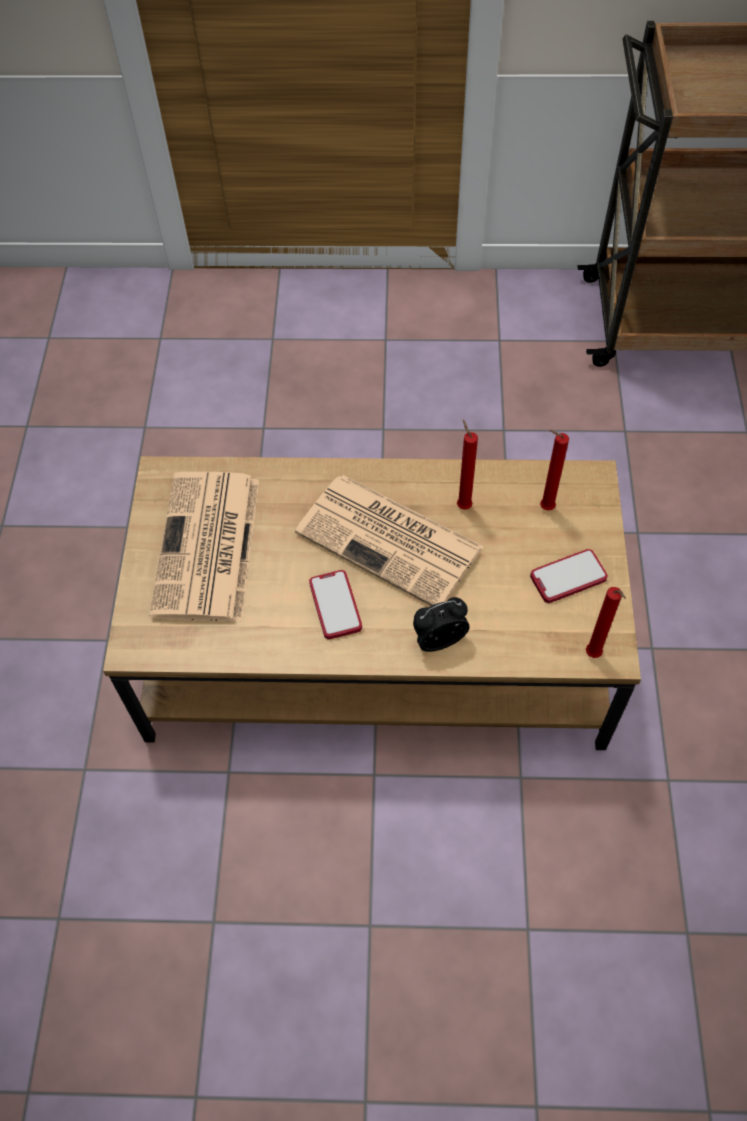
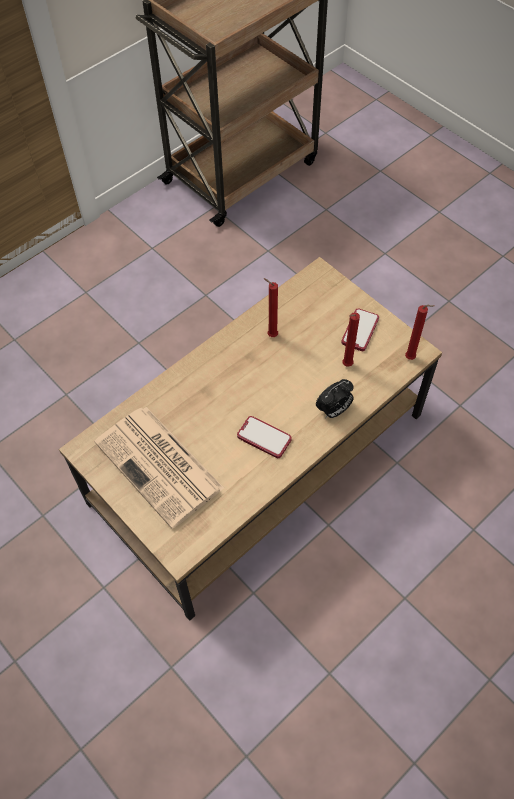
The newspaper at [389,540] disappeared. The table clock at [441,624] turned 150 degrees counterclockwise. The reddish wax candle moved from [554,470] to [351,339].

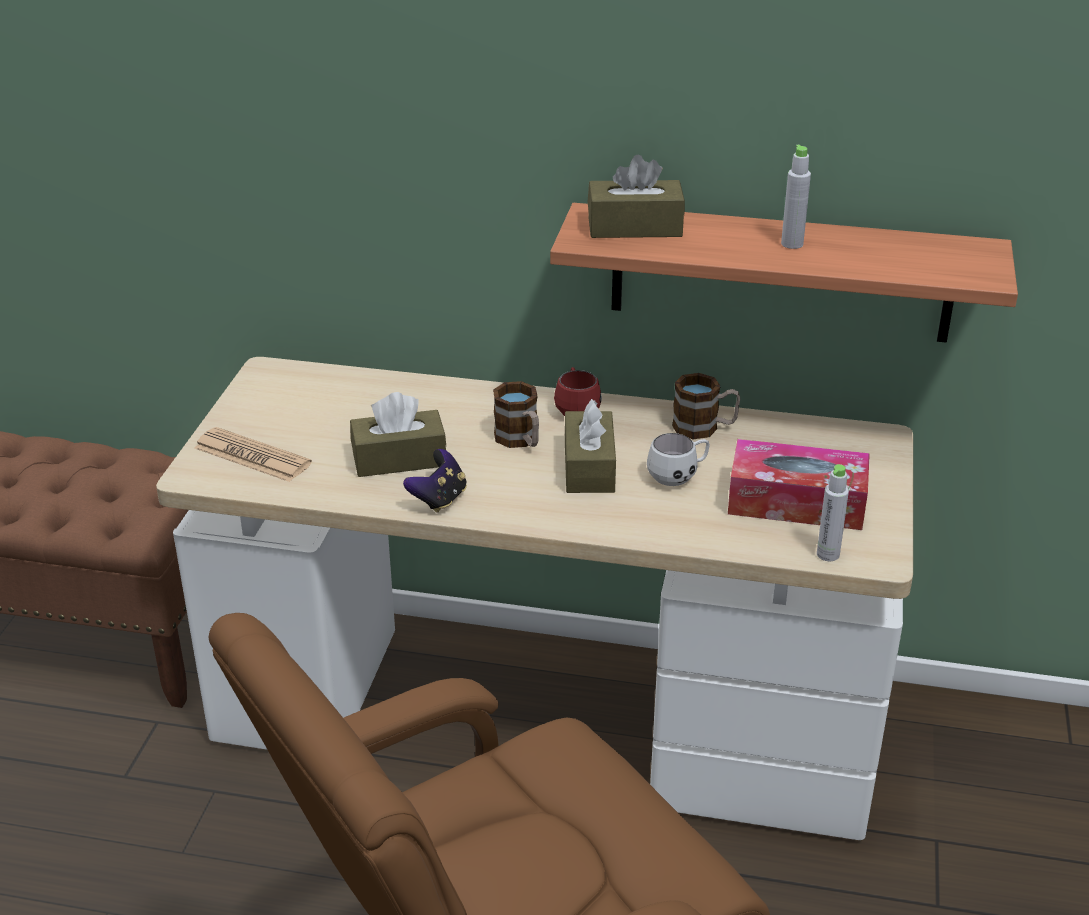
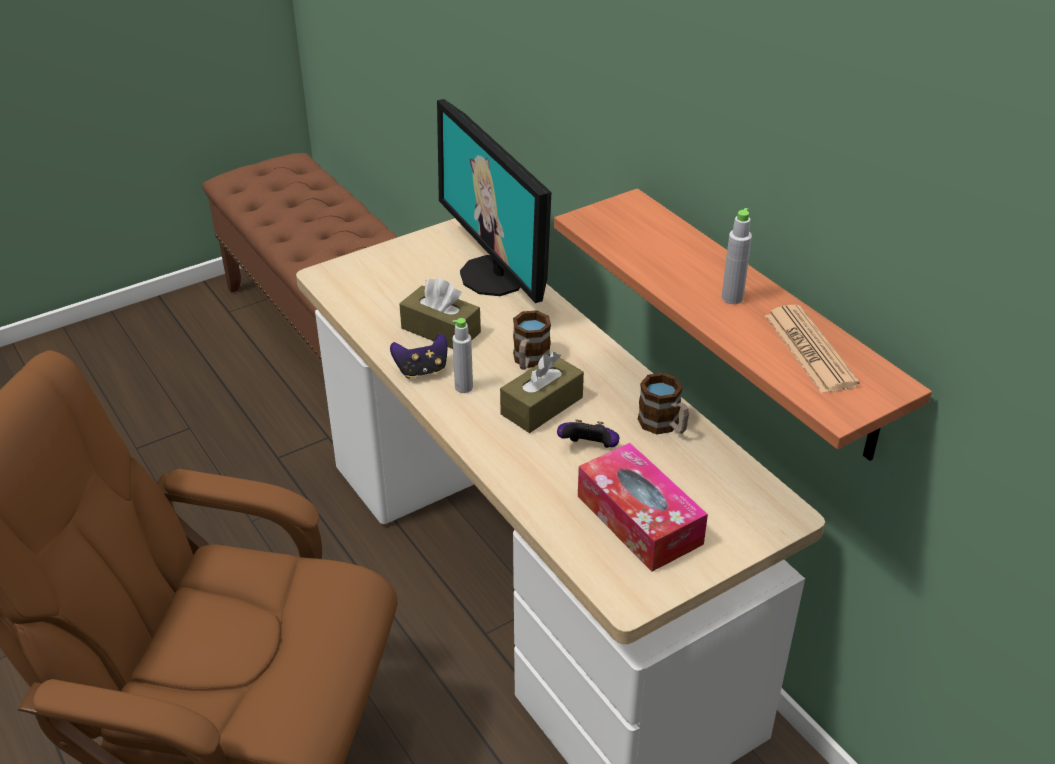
The newspaper moved from [253,454] to [812,349]. The reddish coffee mug at [578,391] disappeared. The brownish box of tissues at [636,196] disappeared. The whitish coffee mug at [678,459] was replaced by the game controller at [588,433]. The grey drink bottle moved from [833,512] to [463,355]. The monitor at [494,201] appeared.

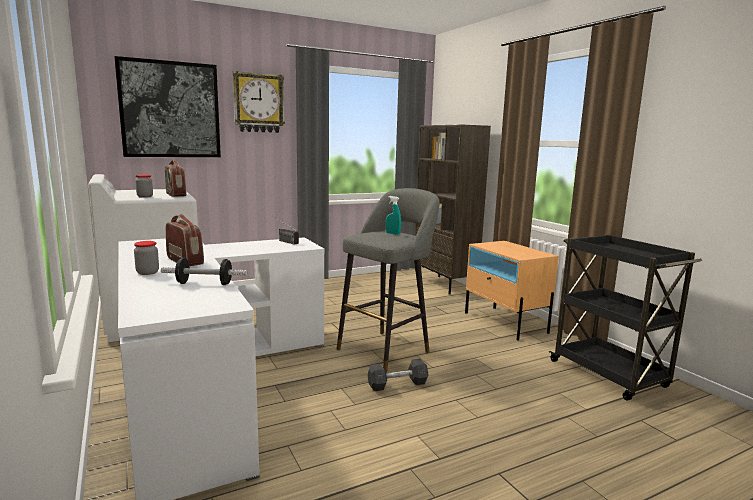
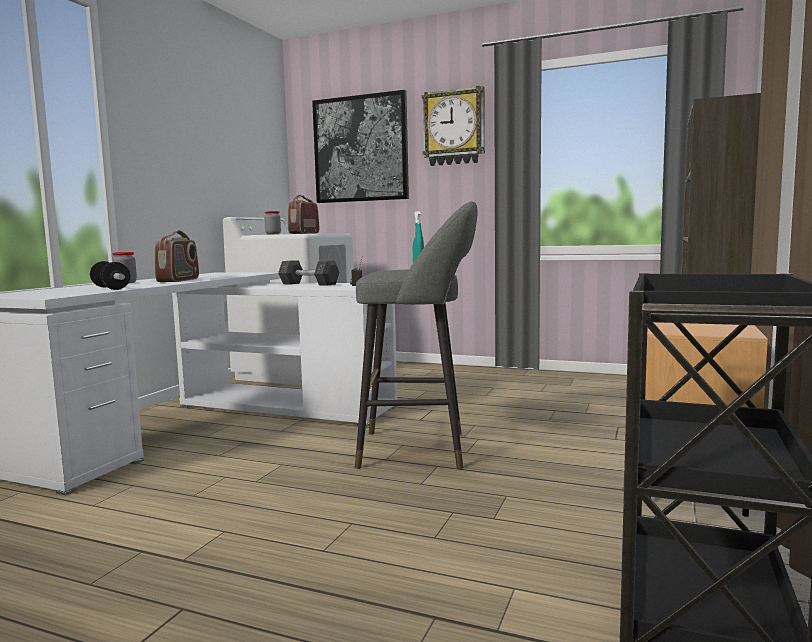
The grey free weight moved from [397,374] to [308,273].

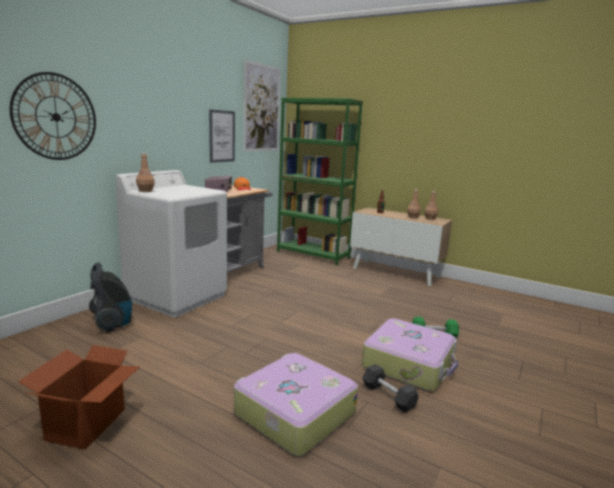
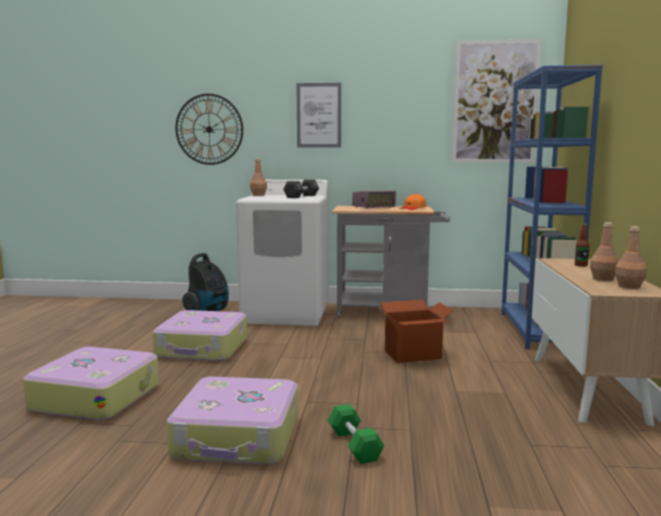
The packing box moved from [79,397] to [415,331]. The picture moved from [222,136] to [319,115]. The greenish bookshelf at [320,181] became the bluish bookshelf at [552,207]. The blackish free weight moved from [390,388] to [301,189]. The travel case at [200,335] appeared.

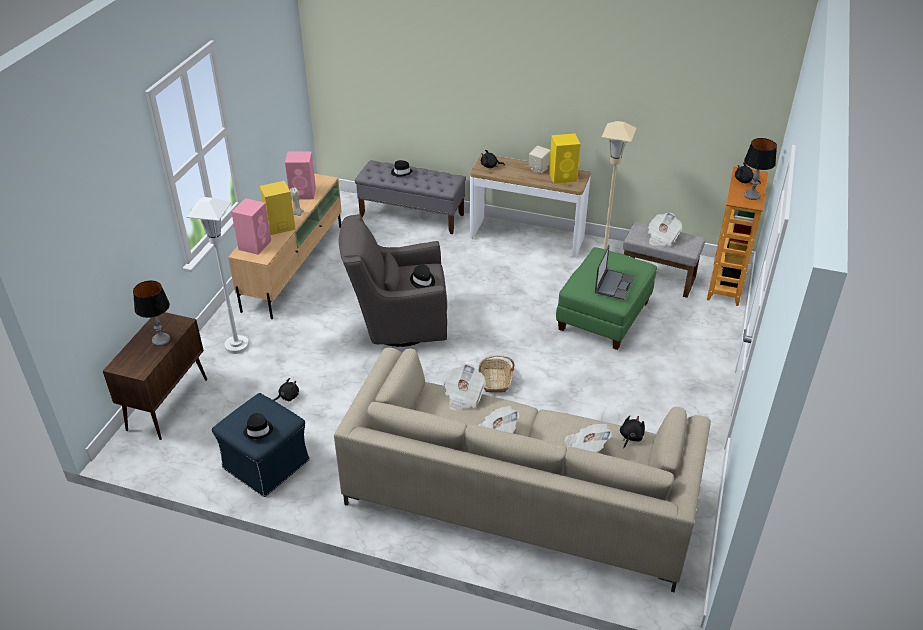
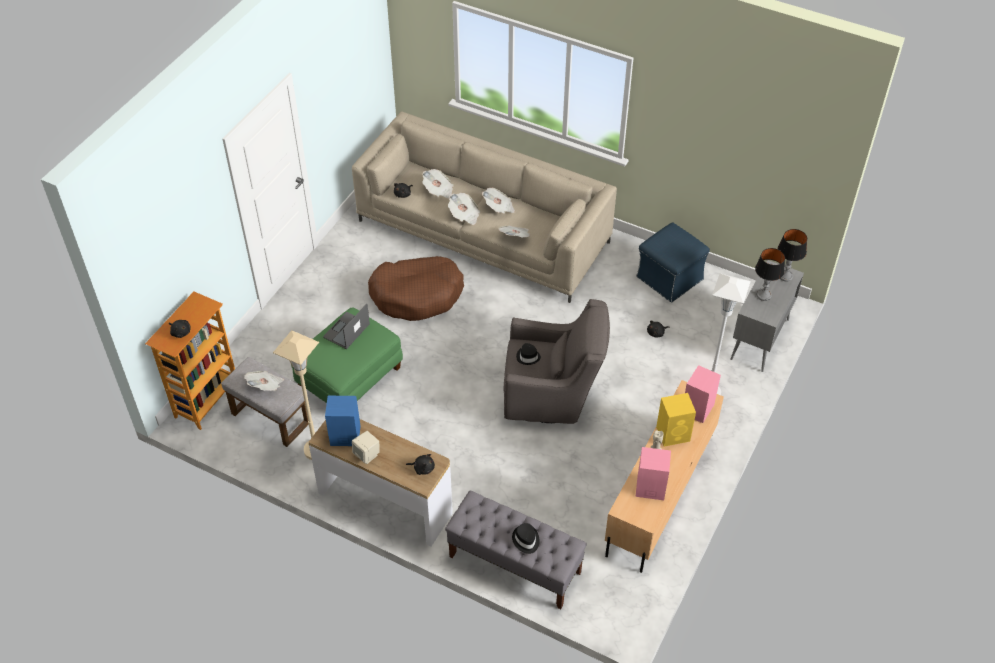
The brownish storage cabinet at [155,376] became the grey storage cabinet at [767,316]. The blackish wearable hat at [258,426] disappeared. The household basket at [496,374] disappeared. The yellow loudspeaker at [565,158] became the bluish loudspeaker at [343,421]. The tabletop lamp moved from [760,169] to [792,255]. The brownish dog bed at [416,288] appeared. The newspaper at [464,209] appeared.

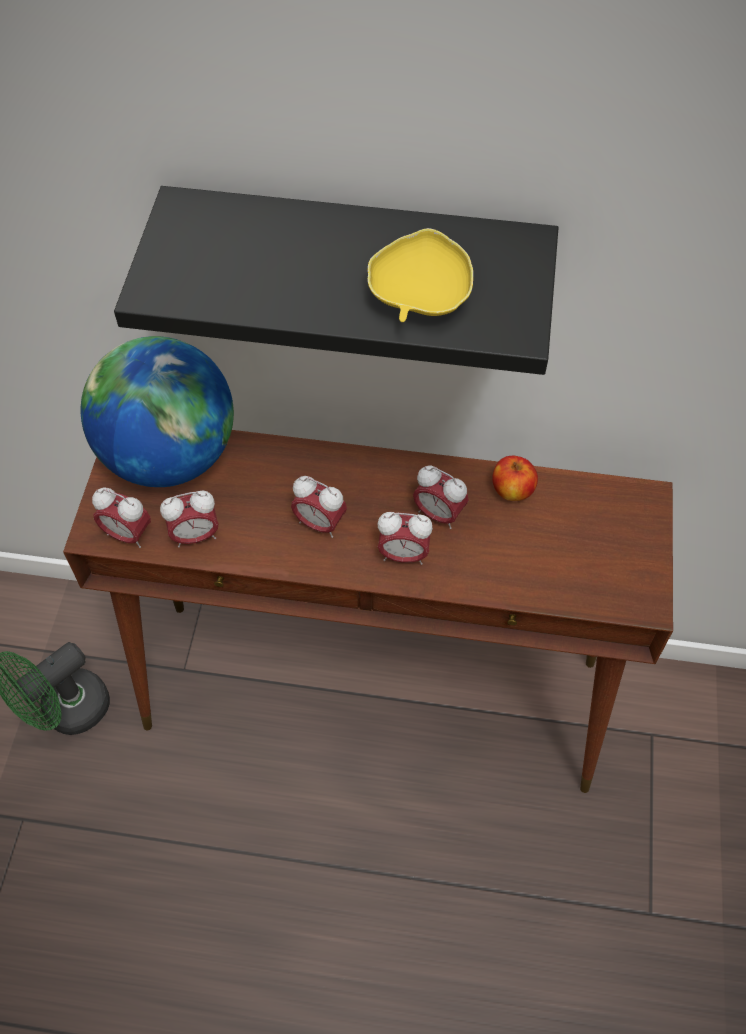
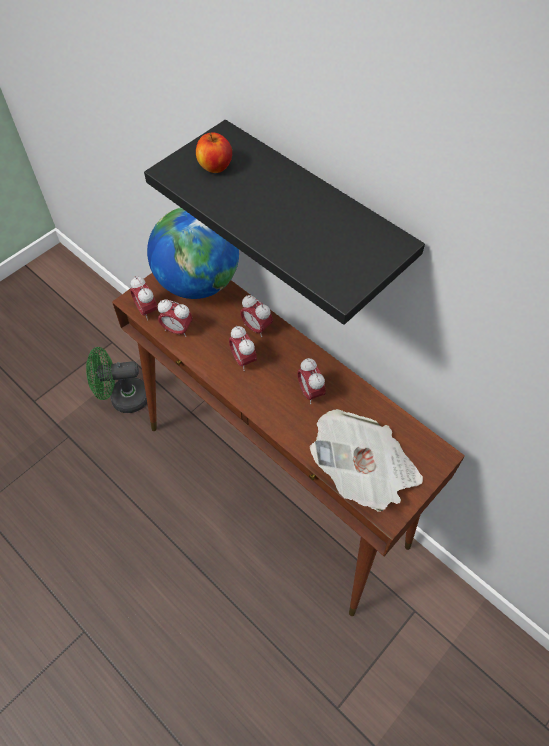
The yellow bowl at [420,275] disappeared. The table clock moved from [405,538] to [256,316]. The whole apple moved from [515,478] to [214,153]. The newspaper at [366,460] appeared.

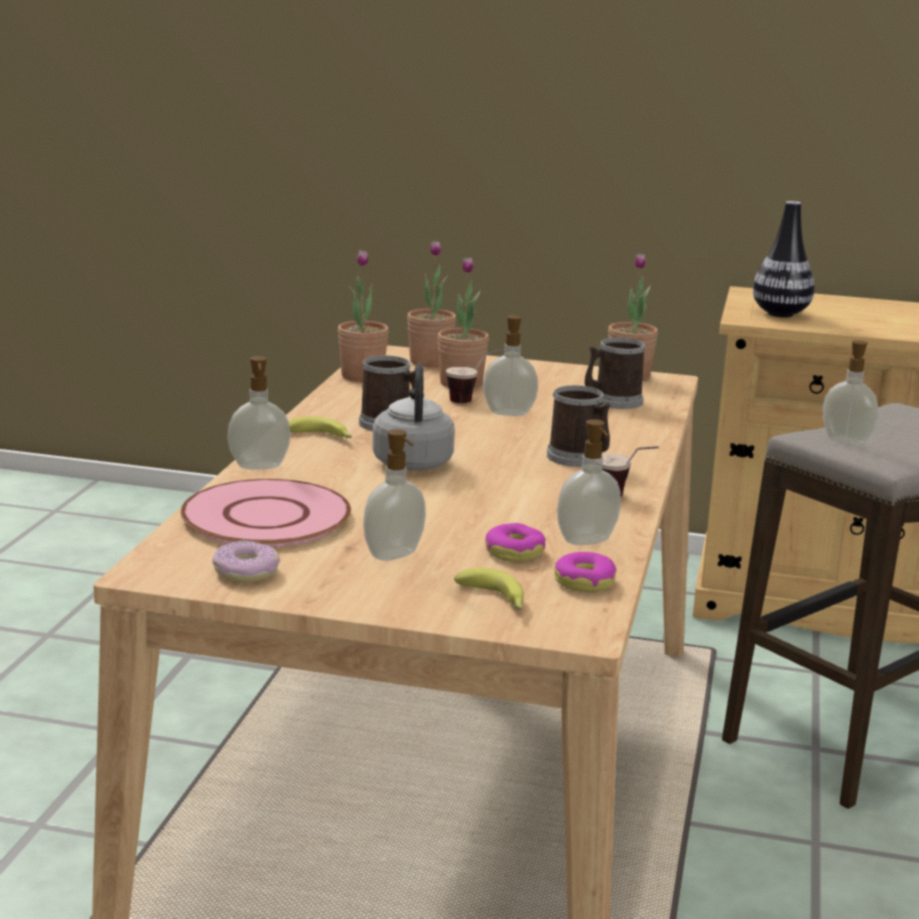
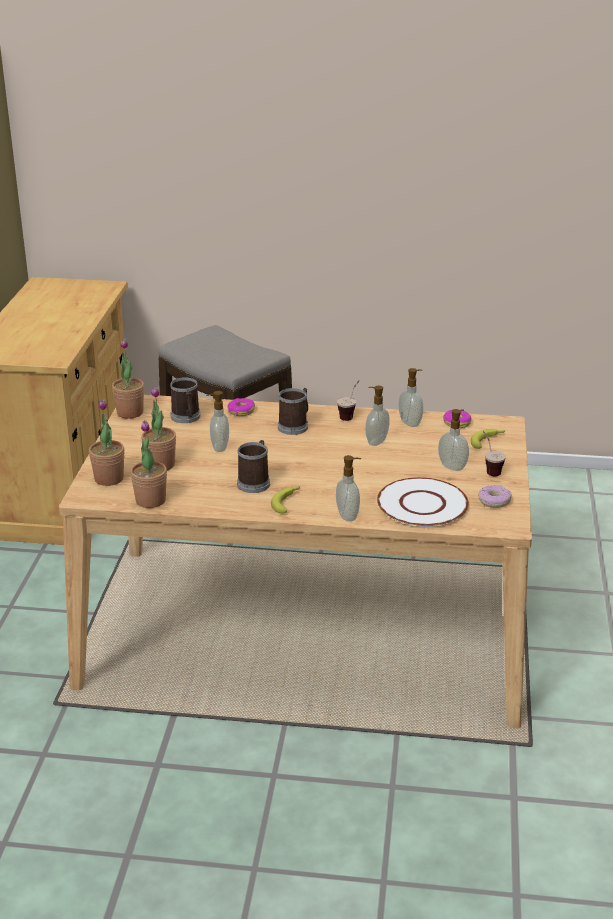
The pink-coloured dinner plate at [265,513] became the whitish dinner plate at [423,502]. The grey tea kettle at [413,417] disappeared. The drinking cup moved from [474,375] to [494,453]. The doughnut moved from [515,542] to [241,407]. The flower vase at [784,259] disappeared. The liquid soap bottle moved from [850,392] to [377,416].

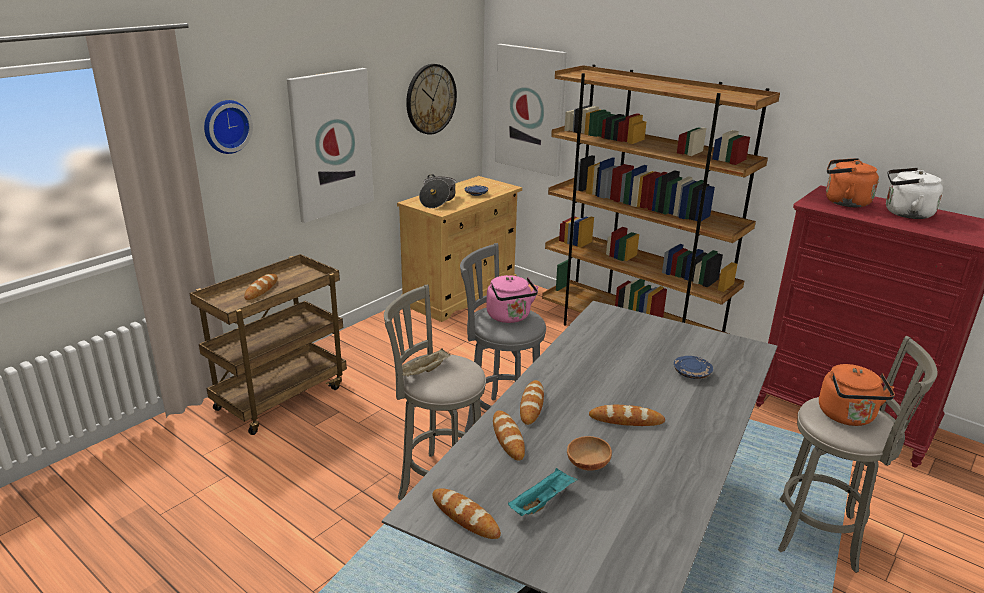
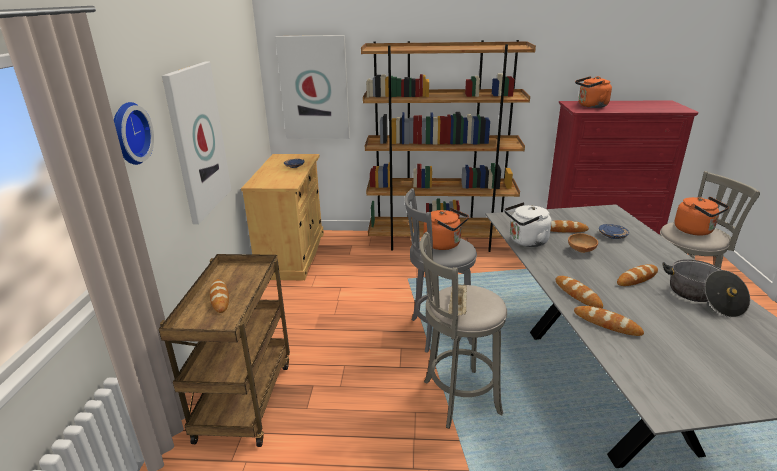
The hanging clock at [431,99] disappeared. The cooking pot moved from [437,191] to [706,288]. The baked bread moved from [466,513] to [570,226]. The pink-coloured tea kettle at [512,299] became the orangey tea kettle at [446,229]. The turquoise-coloured serving tray at [543,492] disappeared. The brownish bowl moved from [589,453] to [583,243]. The whitish tea kettle moved from [914,193] to [528,224].

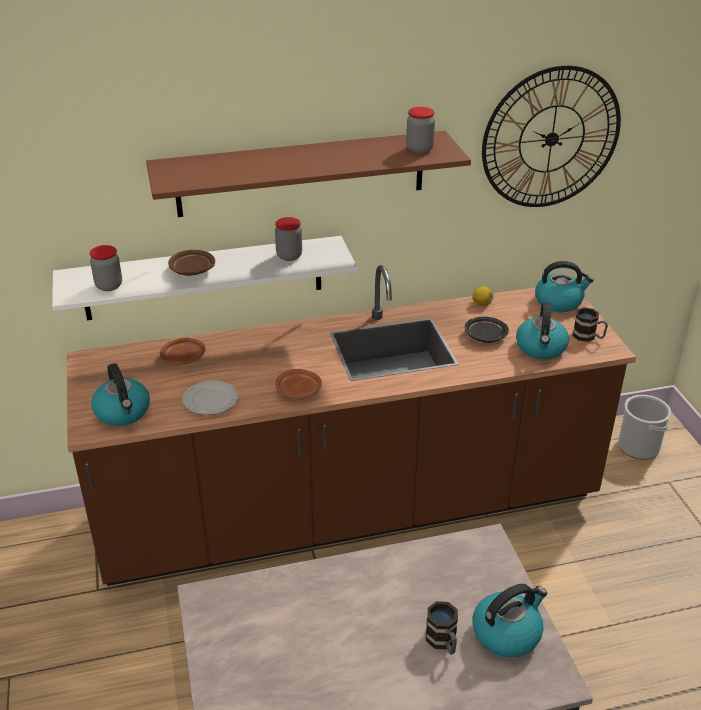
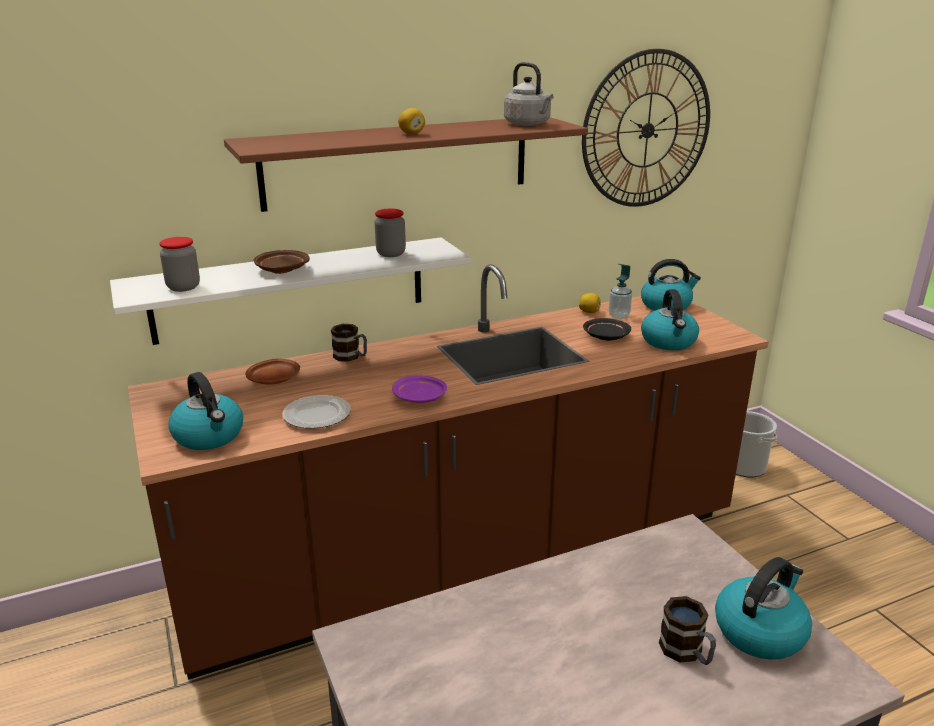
The brownish dinner plate at [298,383] became the purple-coloured dinner plate at [419,389]. The preserve jar at [420,130] was replaced by the grey tea kettle at [528,94]. The coffee mug moved from [590,324] to [349,343]. The lemon at [411,121] appeared. The liquid soap bottle at [620,291] appeared.

